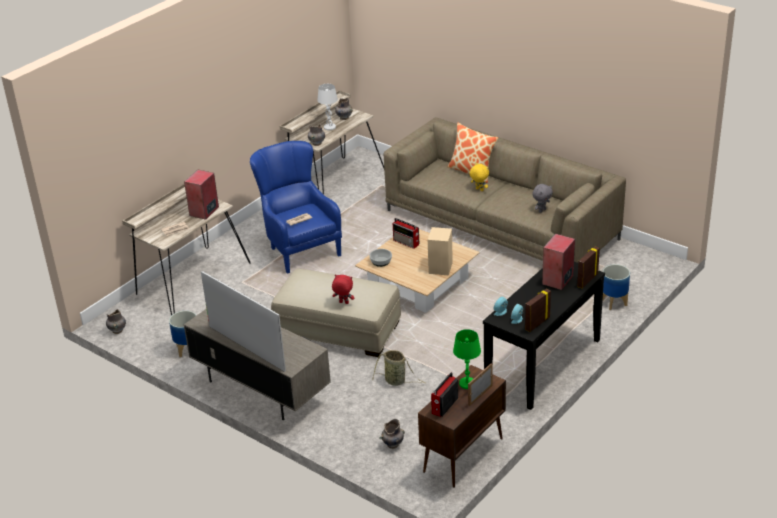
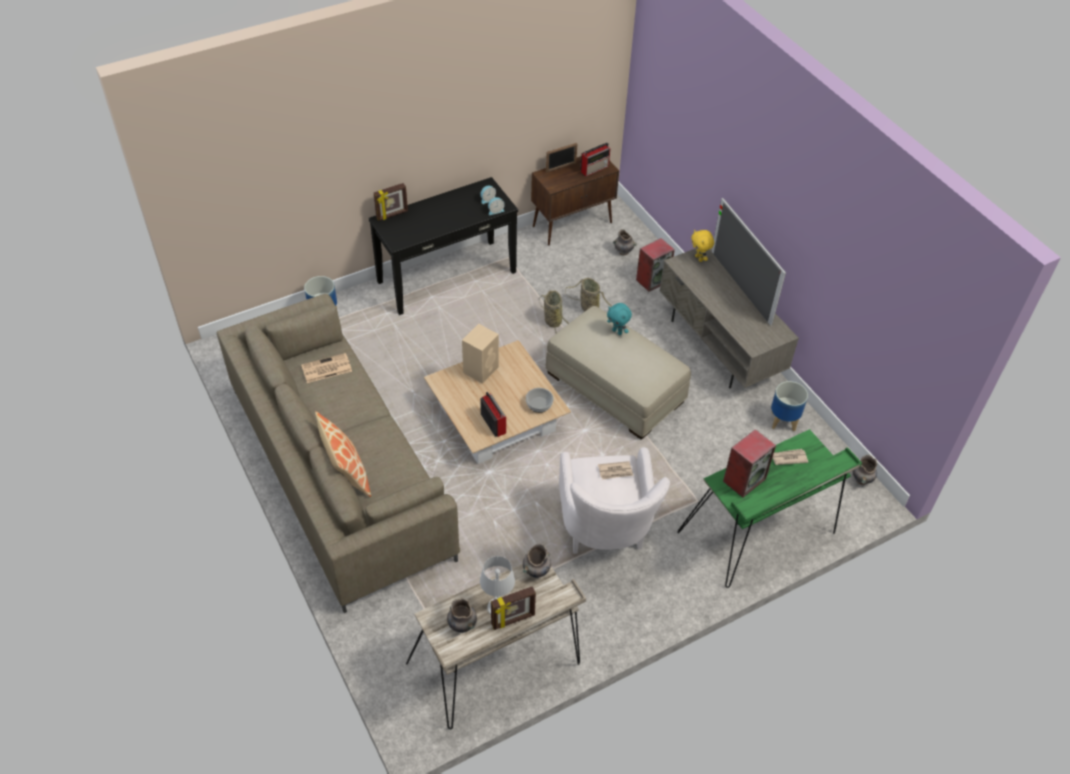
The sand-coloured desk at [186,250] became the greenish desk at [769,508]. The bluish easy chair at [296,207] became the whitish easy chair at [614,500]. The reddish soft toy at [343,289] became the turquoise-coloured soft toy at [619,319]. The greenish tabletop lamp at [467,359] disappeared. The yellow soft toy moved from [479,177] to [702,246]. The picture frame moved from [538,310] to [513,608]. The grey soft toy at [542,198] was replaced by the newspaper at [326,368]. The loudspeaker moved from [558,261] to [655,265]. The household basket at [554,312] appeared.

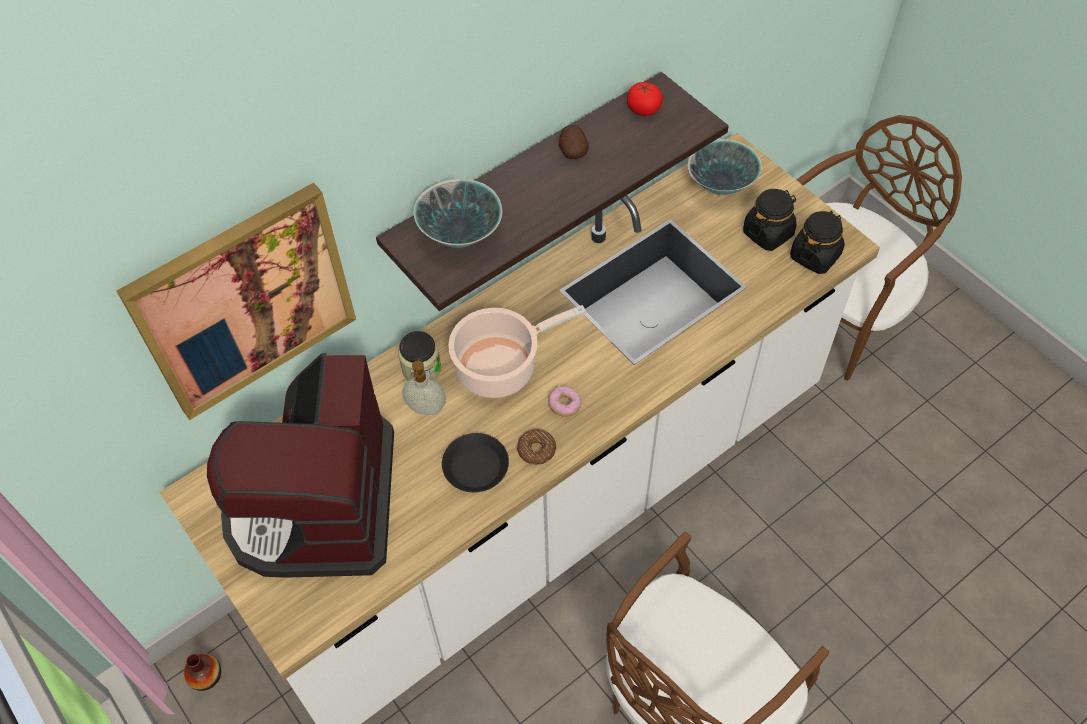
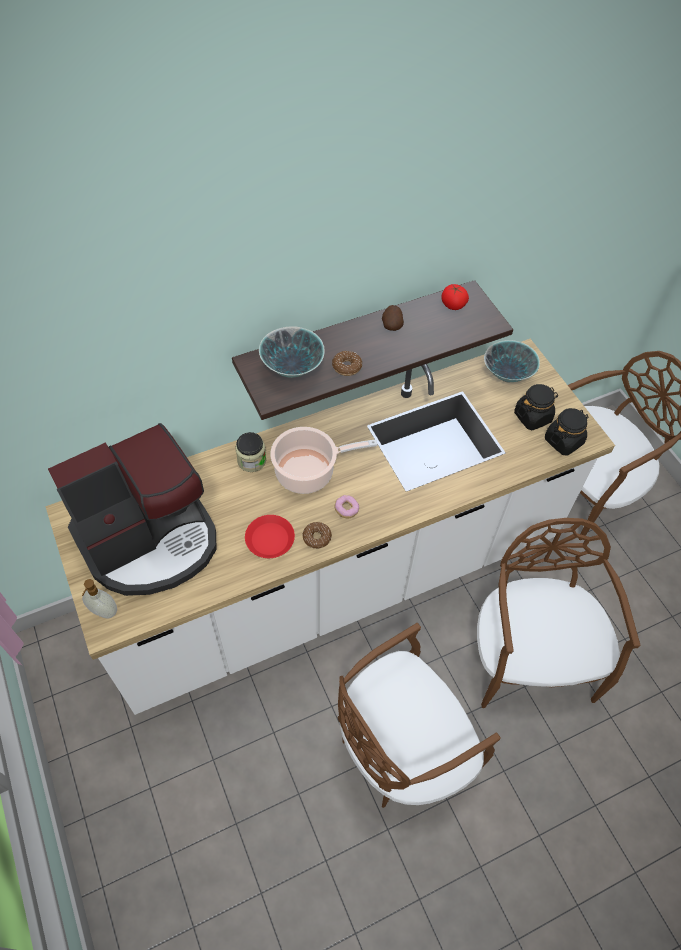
The picture at [236,301] disappeared. The flower vase at [202,672] disappeared. The coffee machine at [300,465] turned 135 degrees counterclockwise. The liquid soap bottle moved from [424,388] to [99,599]. The blackish dinner plate at [475,462] became the reddish dinner plate at [270,536]. The doughnut at [347,363] appeared. The brownish upright chair at [558,613] appeared.

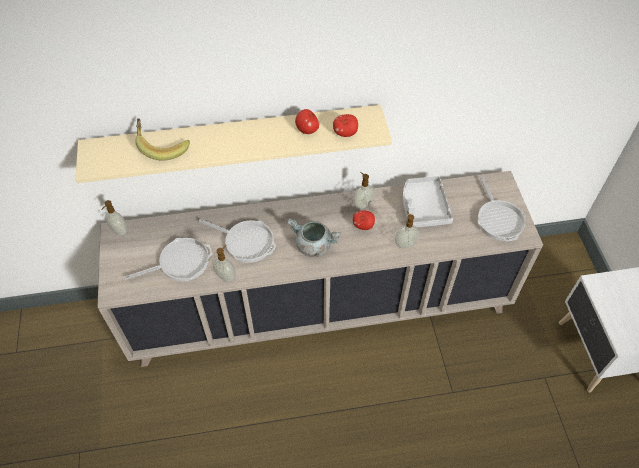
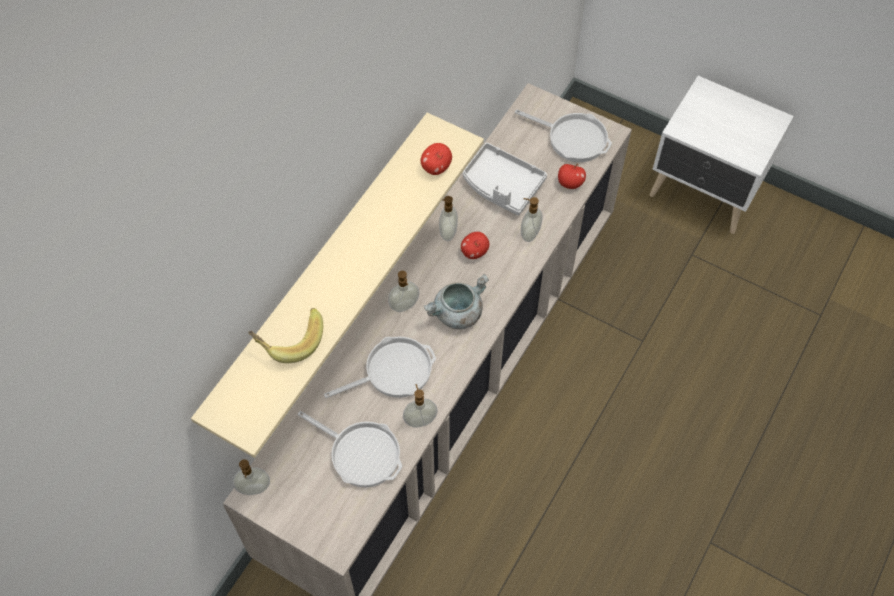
The frying pan at [168,259] turned 105 degrees clockwise. The whole apple moved from [307,121] to [572,176]. The liquid soap bottle at [403,291] appeared.

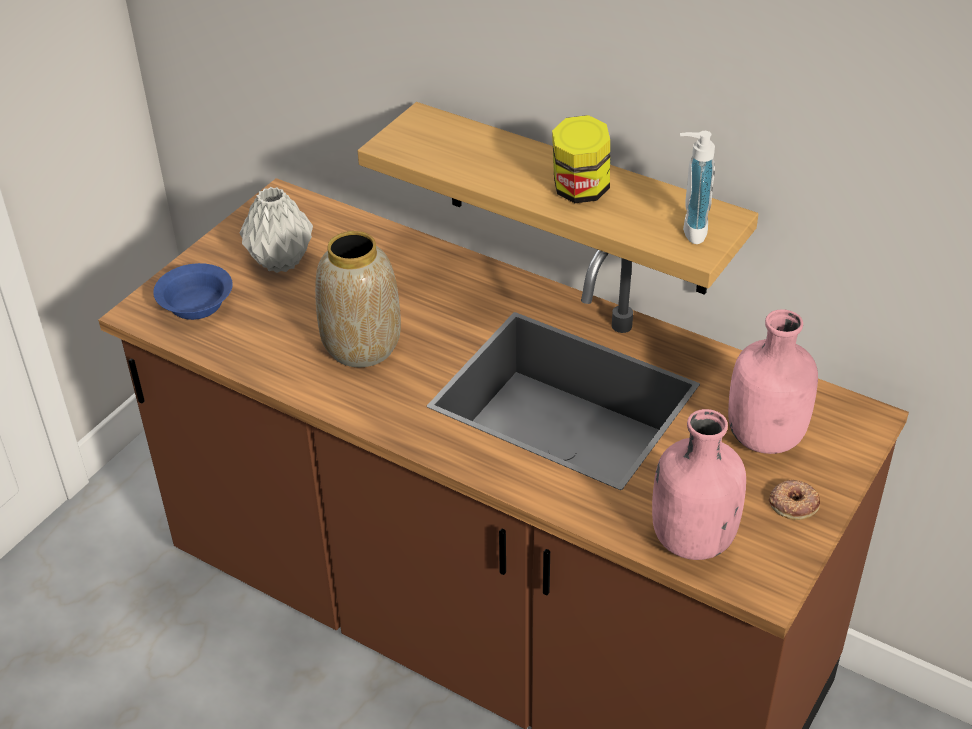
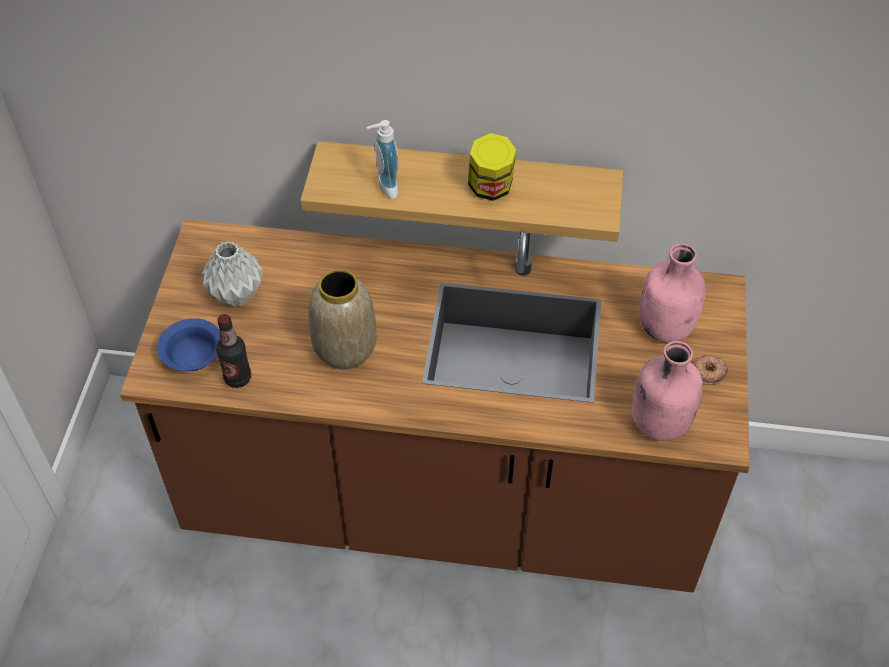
The liquid soap bottle moved from [697,187] to [382,159]. The drink bottle at [233,351] appeared.

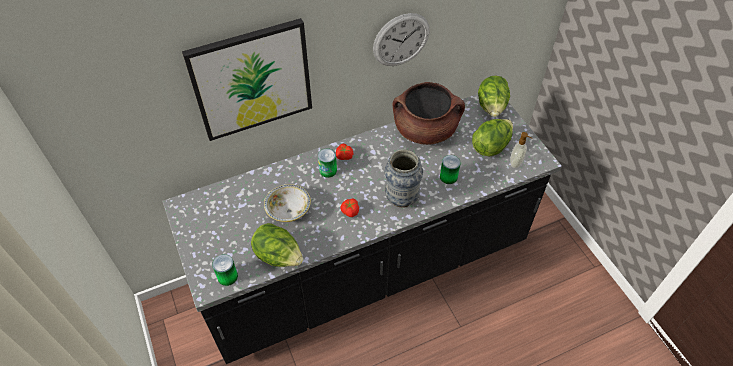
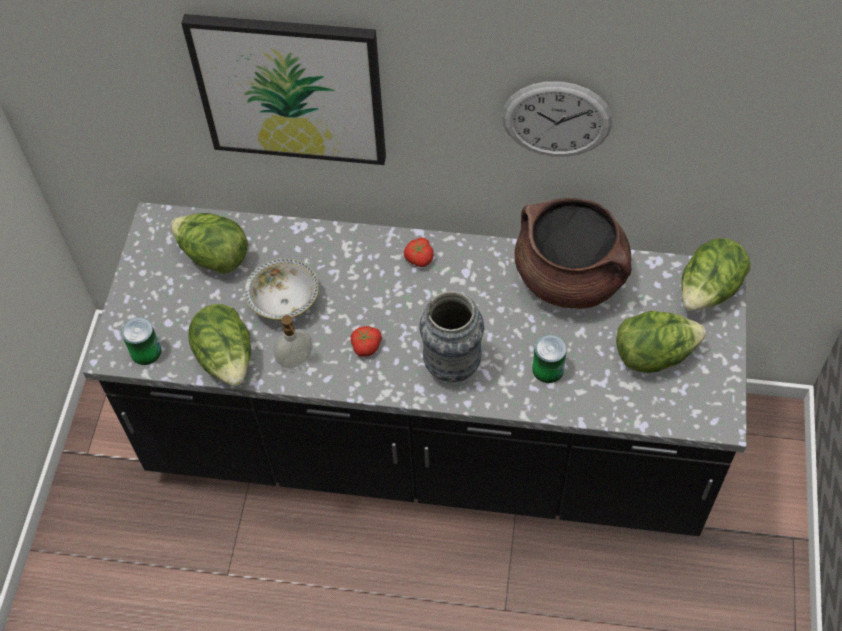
The sealed can at [327,163] disappeared. The liquid soap bottle moved from [521,150] to [293,341]. The head of lettuce at [209,243] appeared.

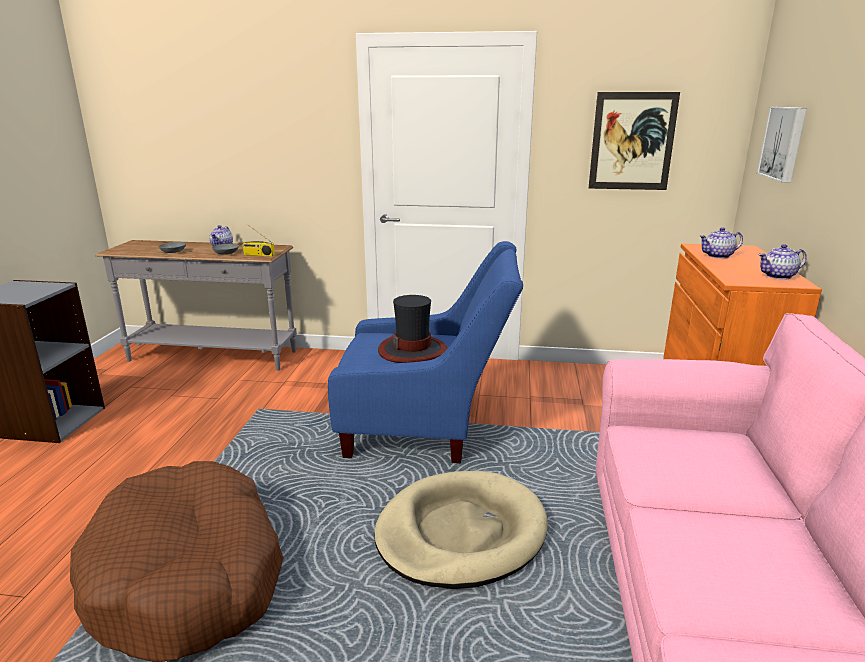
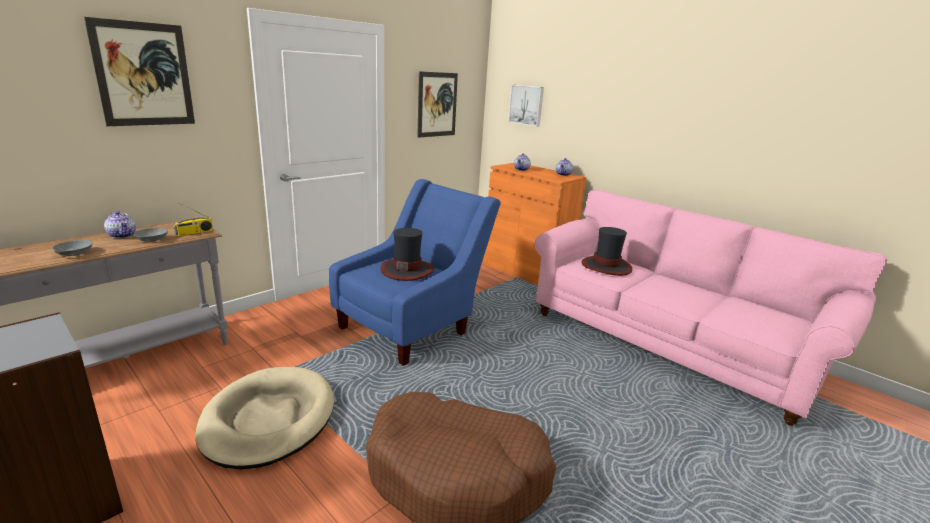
The sand-coloured dog bed moved from [461,530] to [265,418]. The picture at [139,71] appeared. The wearable hat at [606,251] appeared.

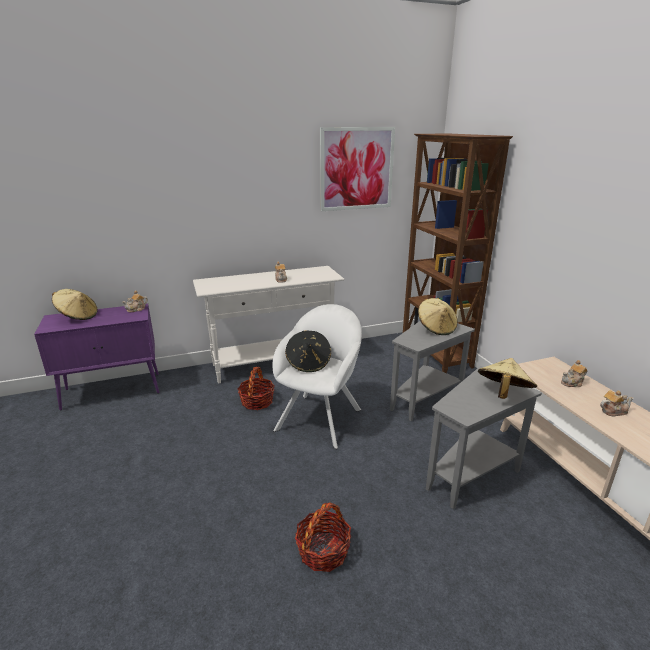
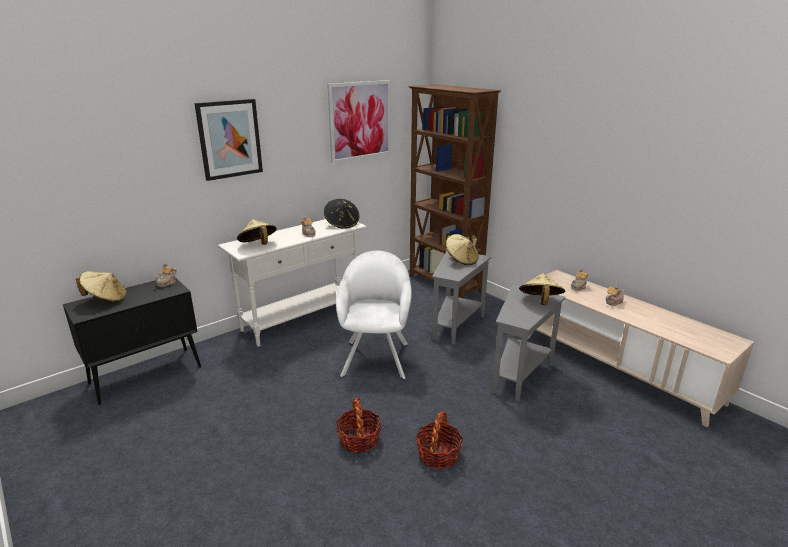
The purple-coloured storage cabinet at [96,357] became the blackish storage cabinet at [132,341]. The household basket moved from [256,388] to [359,425]. The blackish wearable hat moved from [308,351] to [342,214]. The picture at [228,140] appeared. The sand-coloured wearable hat at [257,232] appeared.

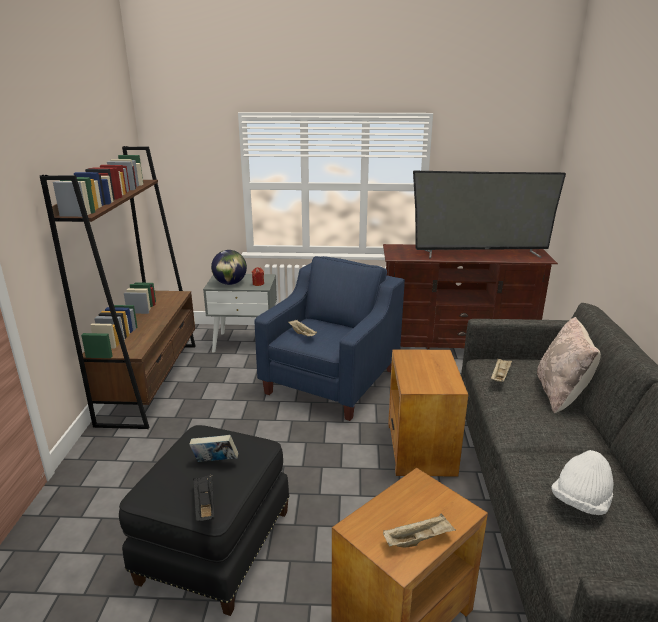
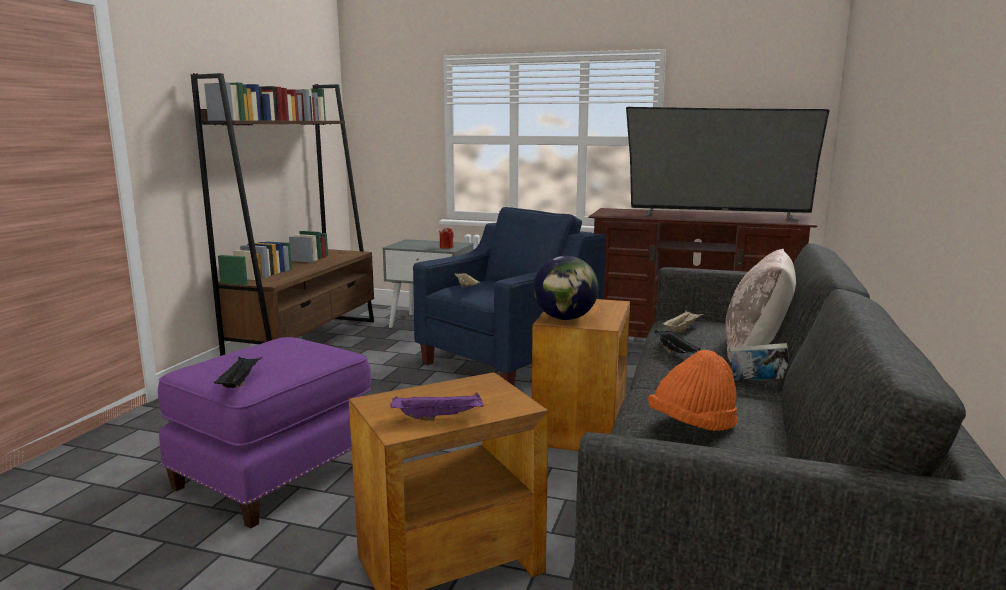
The blackish ottoman at [204,520] became the purple-coloured ottoman at [264,432]. The volume moved from [213,448] to [759,362]. The world globe moved from [229,267] to [566,288]. The sand-coloured serving tray at [419,530] became the purple-coloured serving tray at [436,406]. The whitish wearable hat at [582,482] became the orangey wearable hat at [693,390]. The blackish serving tray at [677,341] appeared.

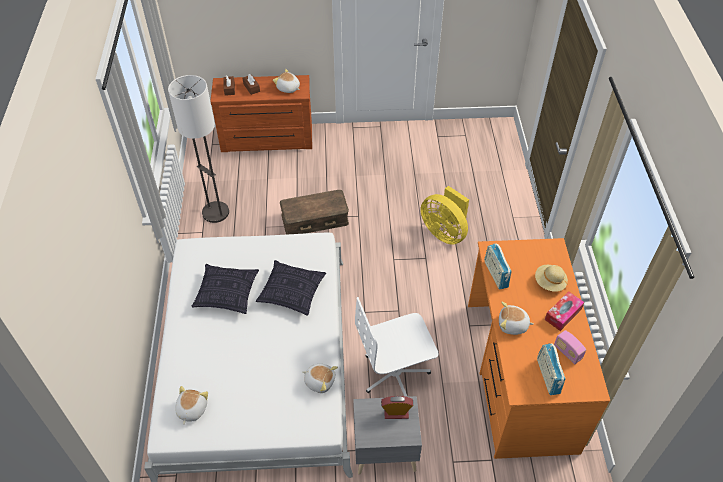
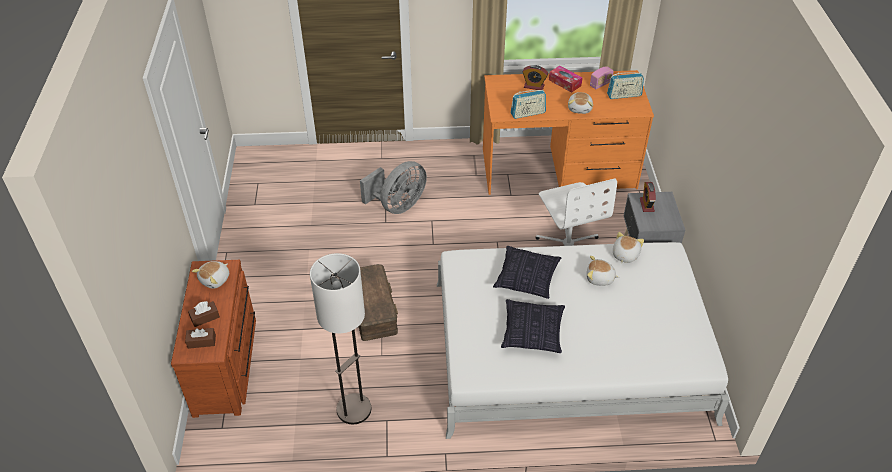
The soft toy moved from [191,405] to [603,271]. The yellow cooling fan at [445,215] became the grey cooling fan at [393,187]. The sand-coloured wearable hat at [551,278] was replaced by the table clock at [535,77].

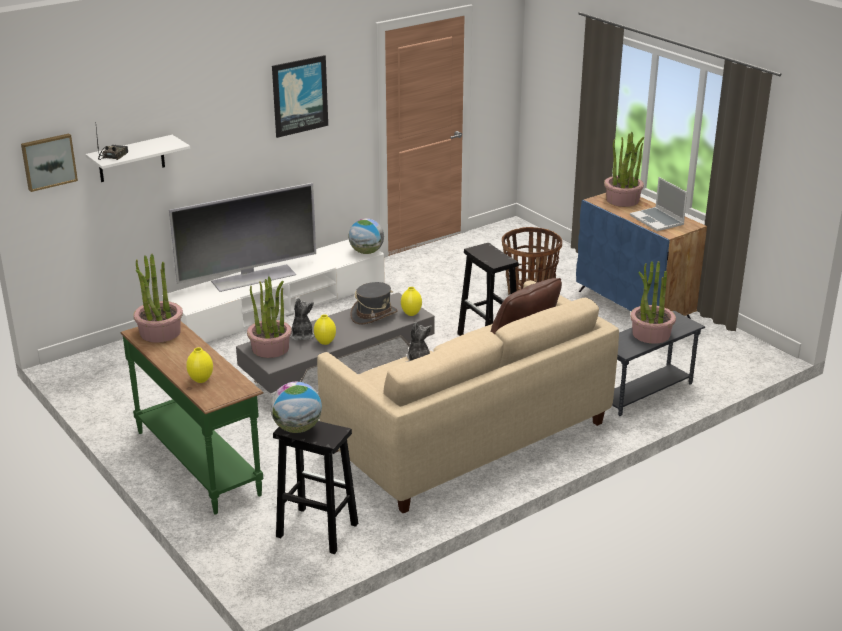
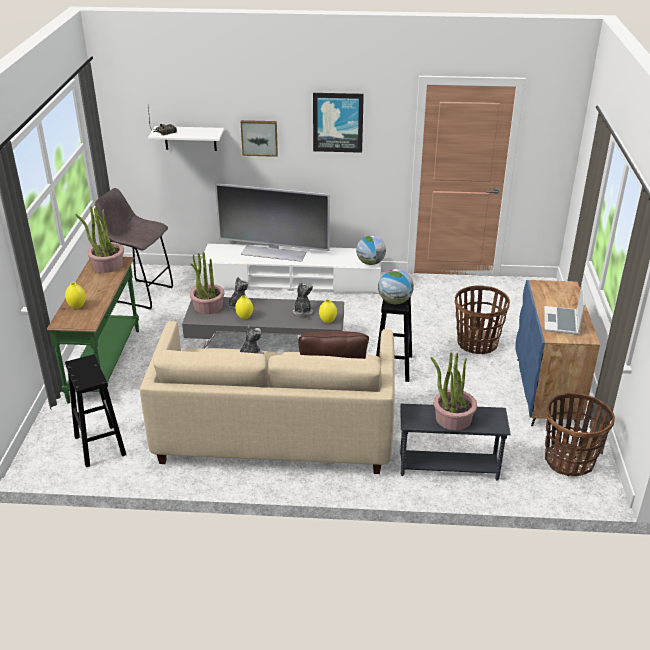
The picture moved from [49,163] to [259,138]. The world globe moved from [296,407] to [396,286]. The grey wearable hat at [374,303] was replaced by the soft toy at [303,299]. The houseplant at [624,169] disappeared. The grey stool seat at [134,249] appeared. The household basket at [580,434] appeared.

